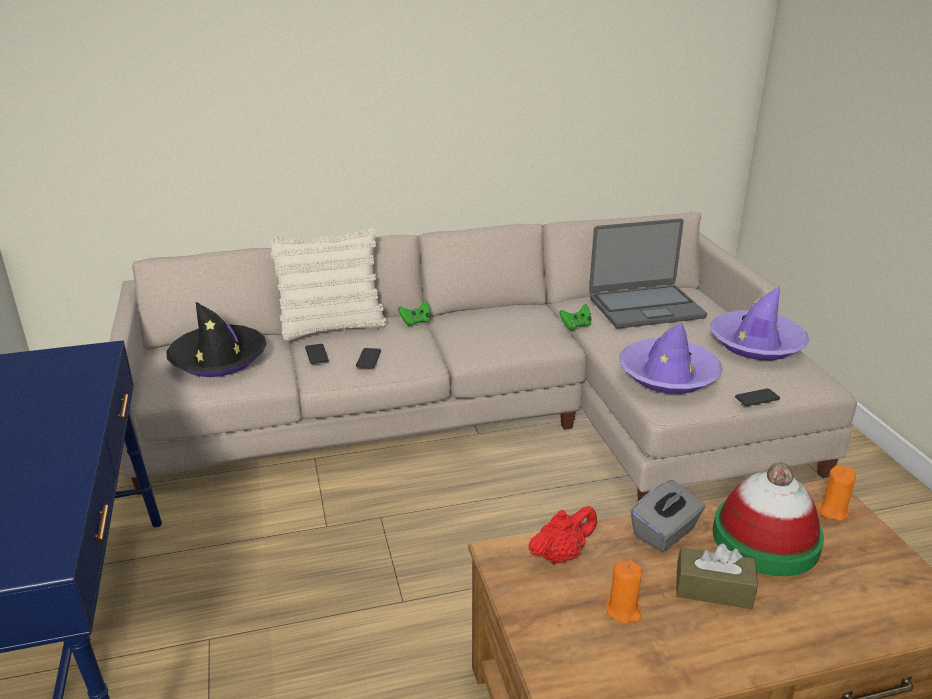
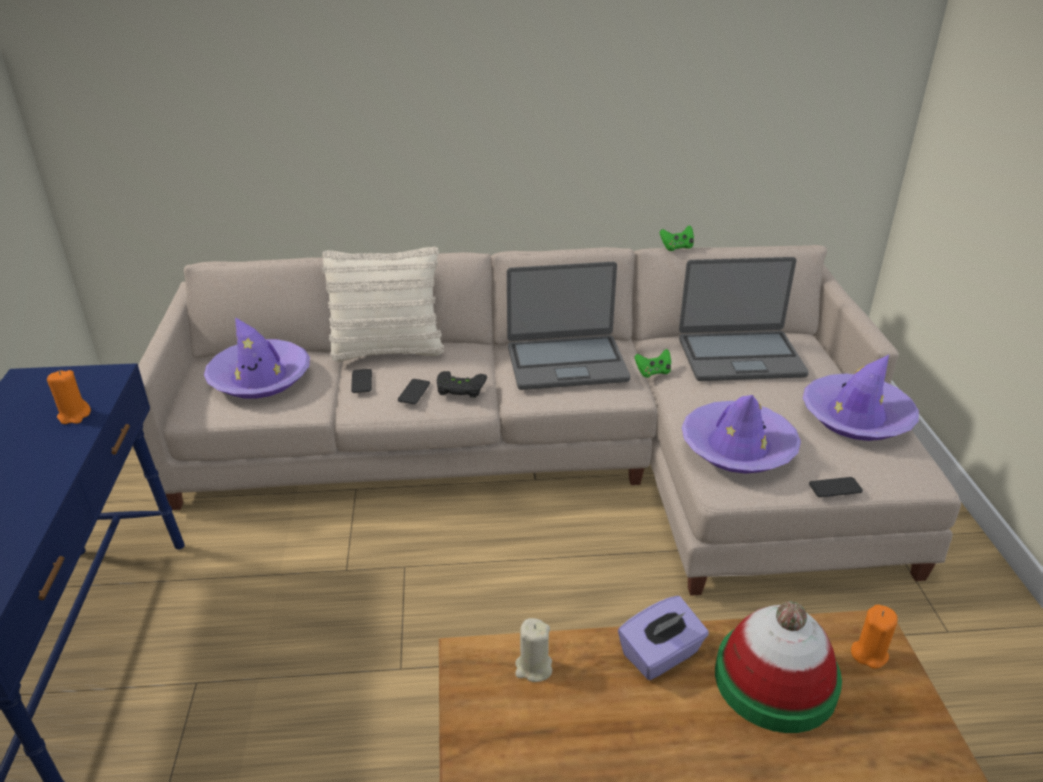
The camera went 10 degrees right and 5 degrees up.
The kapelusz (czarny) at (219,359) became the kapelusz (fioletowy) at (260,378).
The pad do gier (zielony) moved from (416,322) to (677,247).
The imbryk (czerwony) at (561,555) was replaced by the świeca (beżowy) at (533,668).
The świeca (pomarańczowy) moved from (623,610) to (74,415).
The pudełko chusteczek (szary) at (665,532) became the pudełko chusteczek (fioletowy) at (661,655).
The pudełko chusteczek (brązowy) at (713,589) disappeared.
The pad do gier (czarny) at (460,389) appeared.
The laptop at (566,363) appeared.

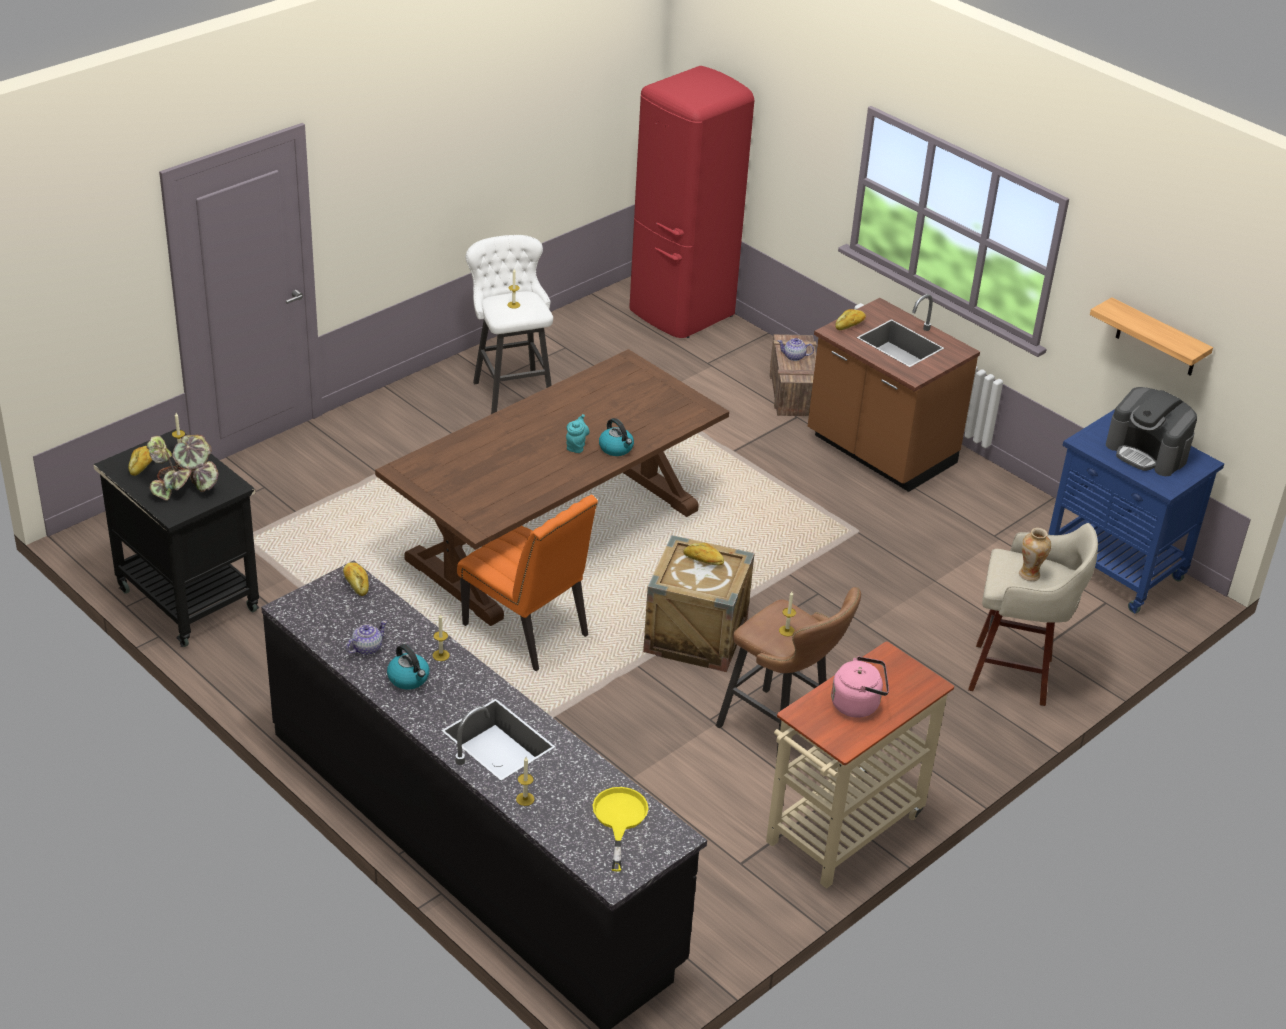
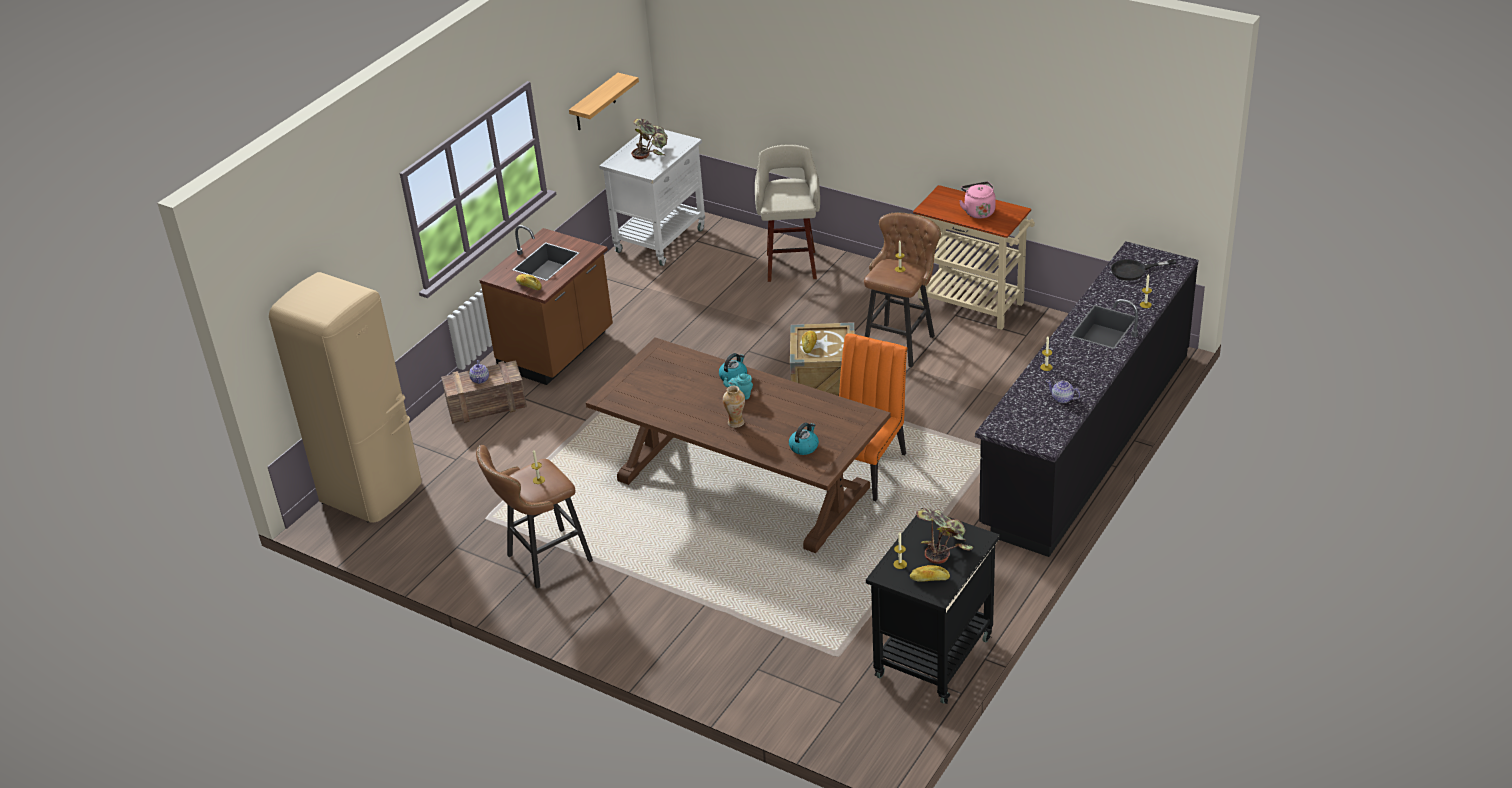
The camera went 100 degrees left and 0 degrees up.
The chleb at (356,583) disappeared.
The czajnik moved from (409,678) to (804,447).
The stołek (biały) at (510,389) became the stołek (brązowy) at (540,562).
The patelnia (żółty) at (619,819) became the patelnia (czarny) at (1134,270).
The lodówka (czerwony) at (679,313) became the lodówka (beżowy) at (375,492).
The wazon moved from (1029,574) to (735,422).
The wózek (niebieski) at (1114,572) became the wózek (biały) at (661,240).
The ekspres do kawy at (1147,452) was replaced by the roślina doniczkowa at (651,150).

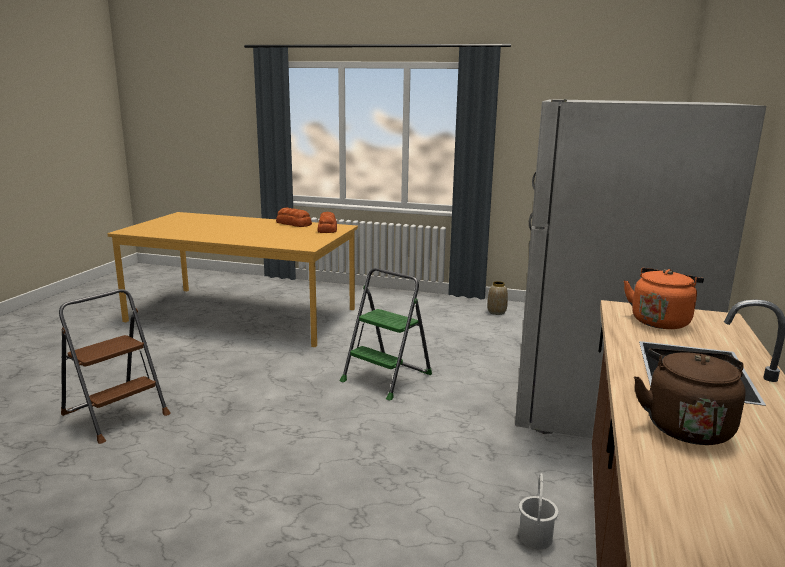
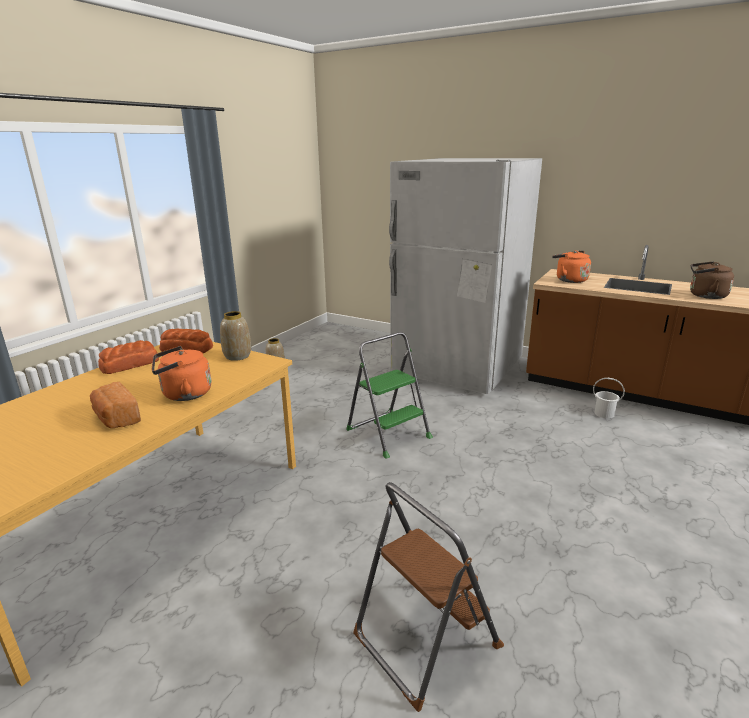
The camera went 75 degrees left and 5 degrees up.
The chleb at (116,419) appeared.
The czajnik (pomarańczowy) at (184,394) appeared.
The wazon at (237,356) appeared.

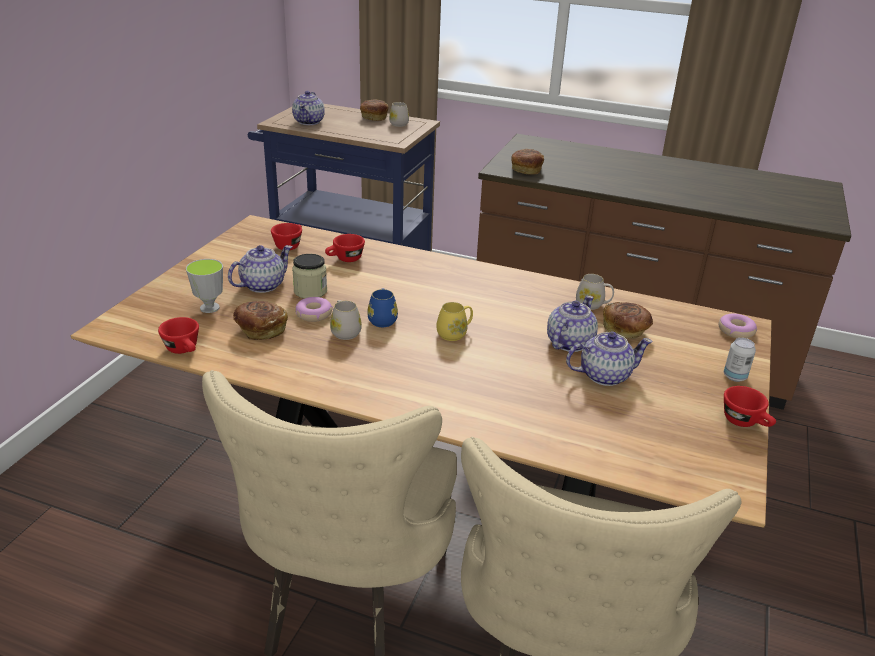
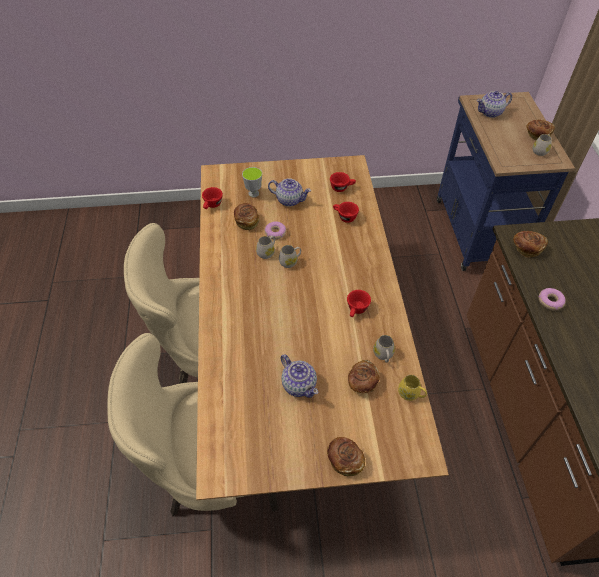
The camera went 65 degrees right and 20 degrees up.
The słoik at (310,291) disappeared.
The kubek (niebieski) at (382,319) became the kubek (biały) at (290,261).
The kubek (żółty) moved from (455,333) to (411,394).
The imbryk at (569,343) disappeared.
The donut moved from (736,331) to (550,301).
The puszka at (734,377) was replaced by the chleb at (345,460).
The filiżanka (czerwony) moved from (745,422) to (356,310).

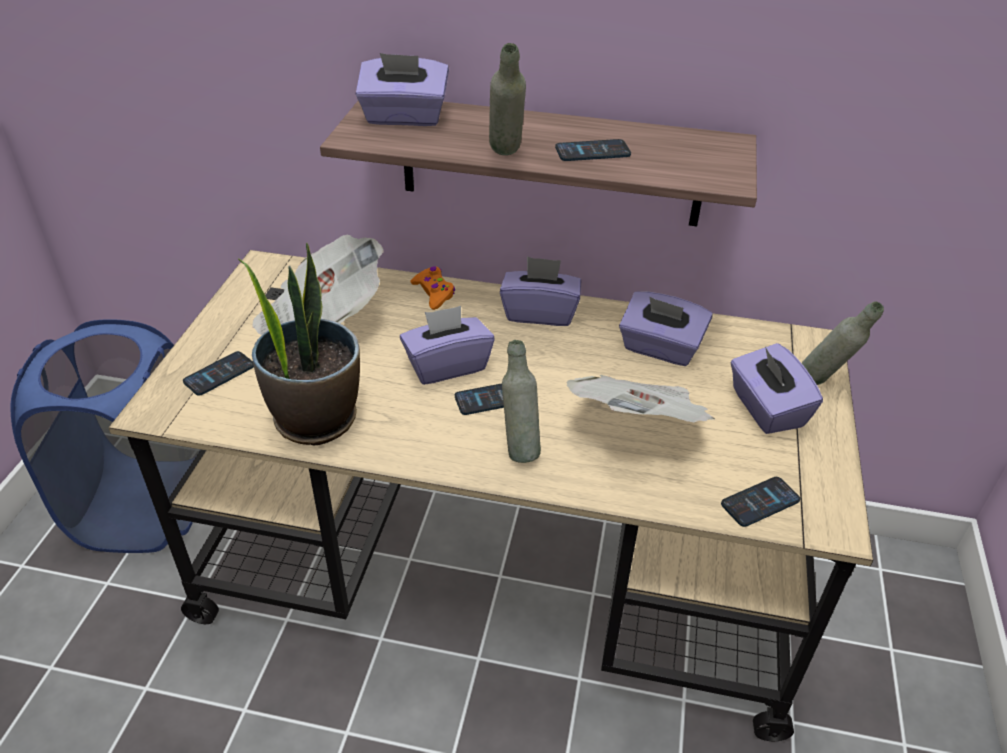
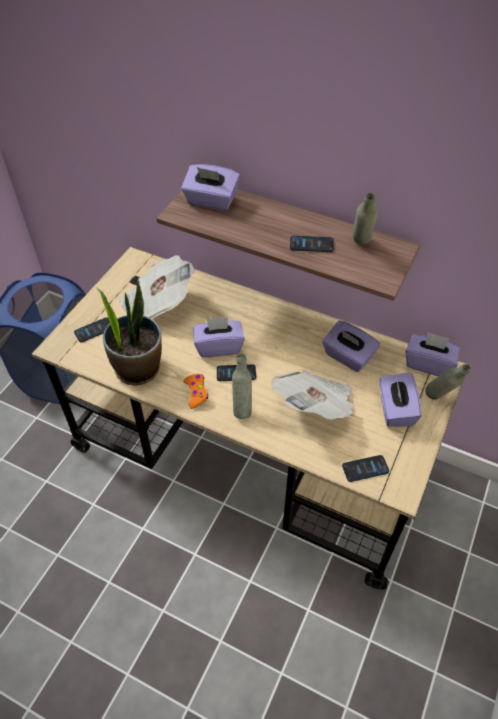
The camera went 15 degrees right and 10 degrees up.
The pad do gier (pomarańczowy) moved from (434,293) to (196,393).
The butelka (szary) moved from (506,157) to (360,246).
The pudełko chusteczek (fioletowy) moved from (540,313) to (428,363).

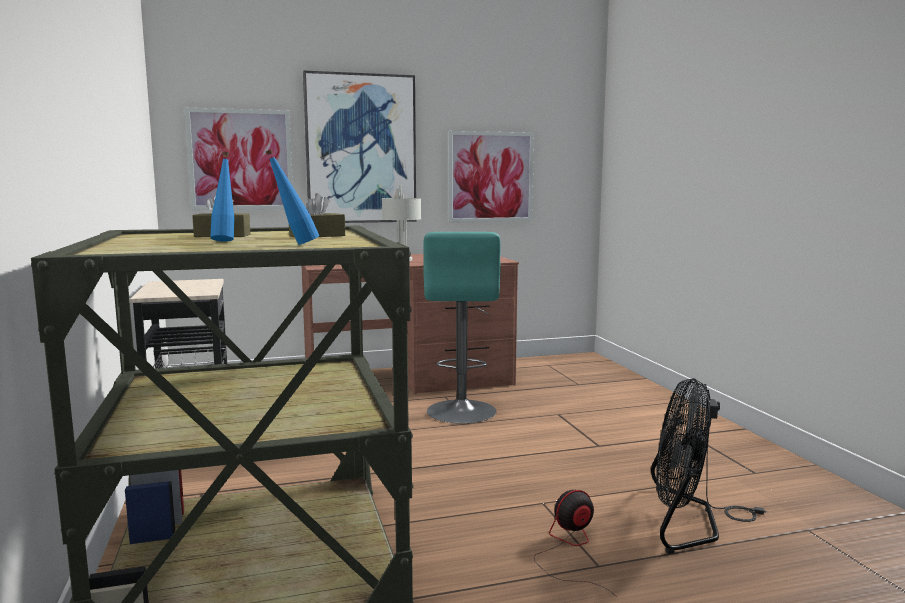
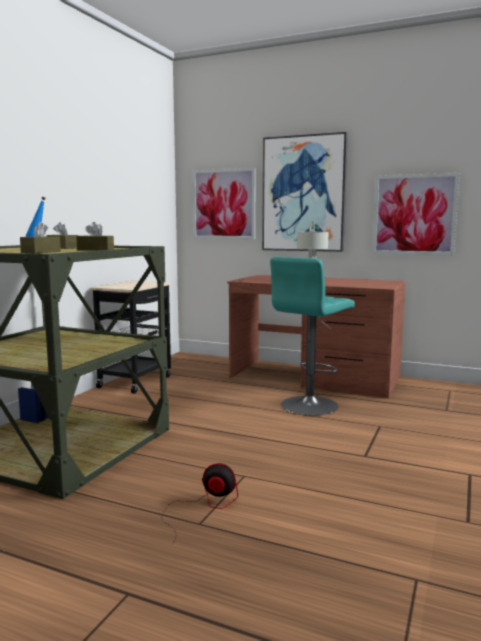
The camera went 40 degrees right and 0 degrees up.
The butelka (niebieski) at (295,244) was replaced by the pudełko chusteczek (brązowy) at (41,252).
The wentylator (czarny) at (691,519) disappeared.

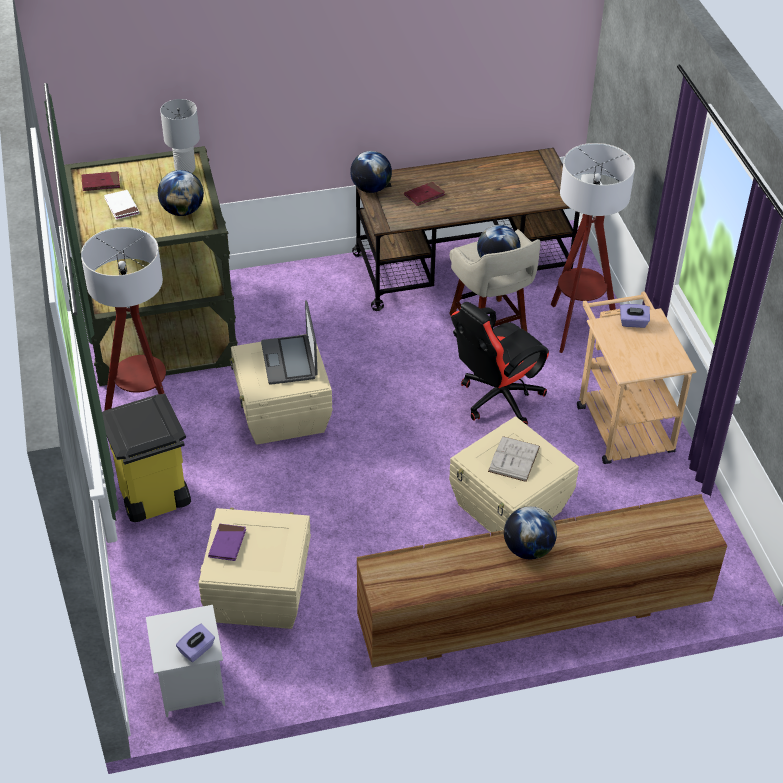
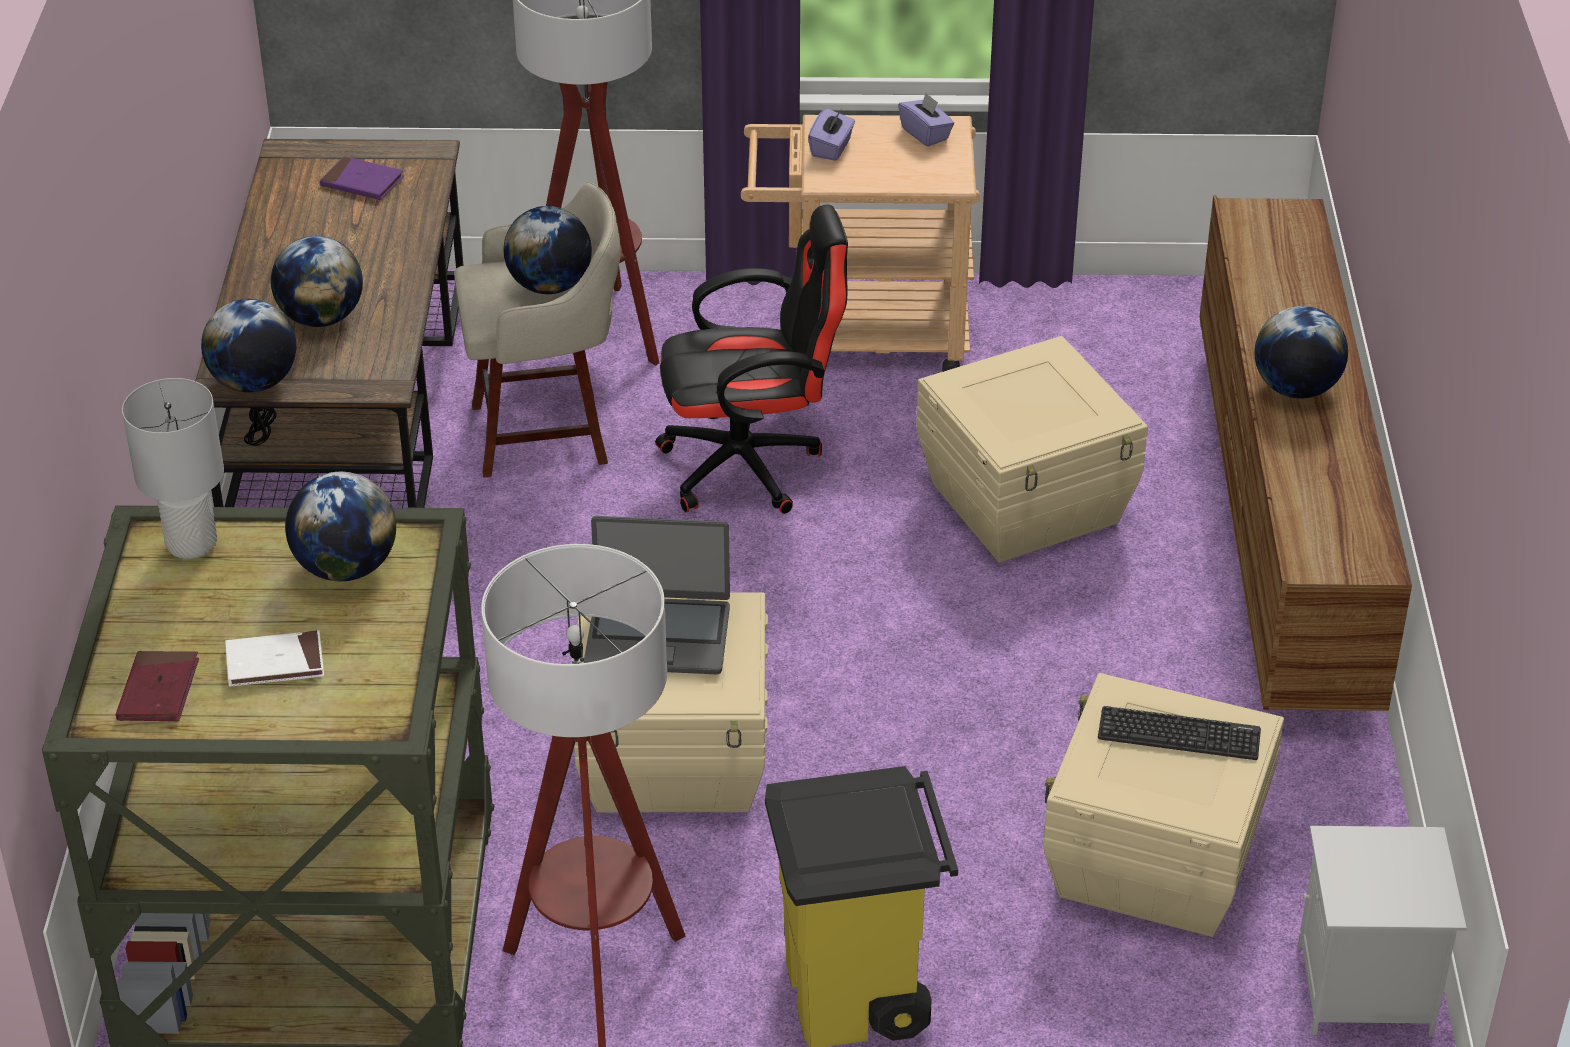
The camera went 75 degrees left and 5 degrees down.
The pudełko chusteczek (fioletowy) moved from (197,650) to (925,134).
The książka (fioletowy) moved from (227,544) to (362,182).
The książka (czerwony) at (424,195) was replaced by the globus at (321,318).
The krzesło biurowe (czarny) at (495,402) turned 75 degrees counterclockwise.
The książka (biały) at (514,459) disappeared.
The klawiatura at (1179,734) appeared.

